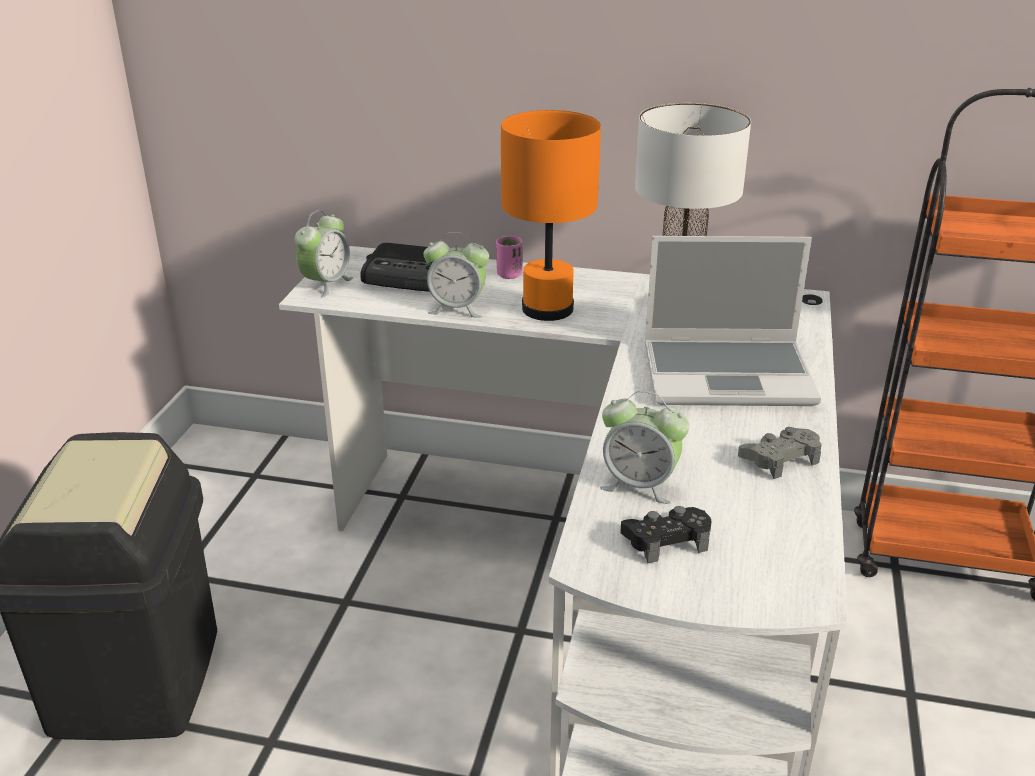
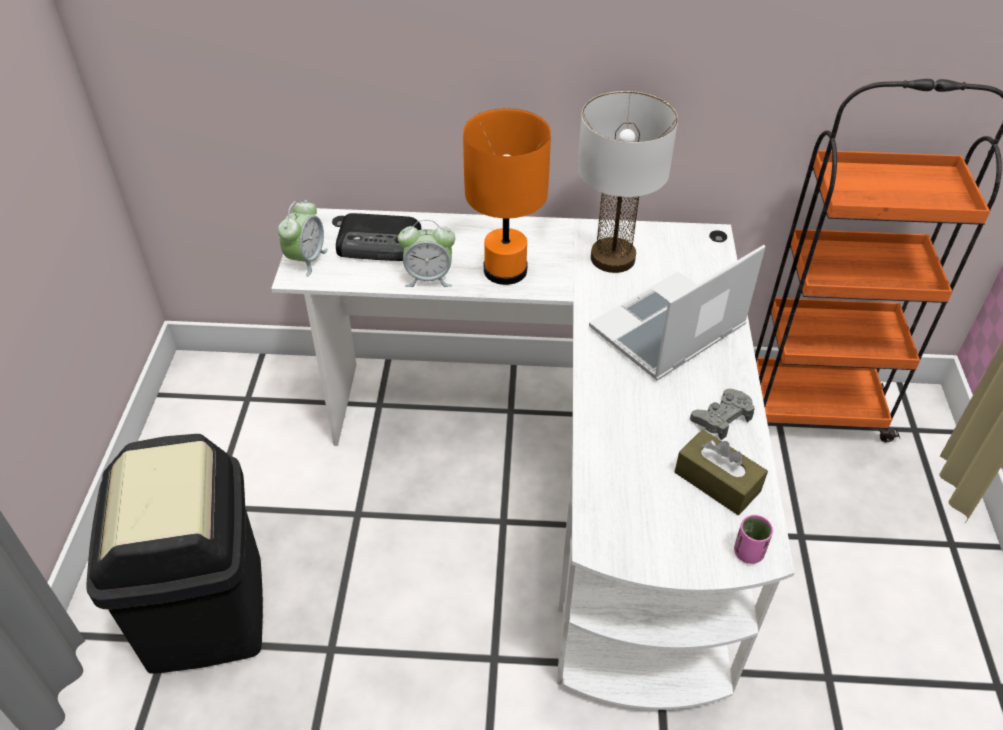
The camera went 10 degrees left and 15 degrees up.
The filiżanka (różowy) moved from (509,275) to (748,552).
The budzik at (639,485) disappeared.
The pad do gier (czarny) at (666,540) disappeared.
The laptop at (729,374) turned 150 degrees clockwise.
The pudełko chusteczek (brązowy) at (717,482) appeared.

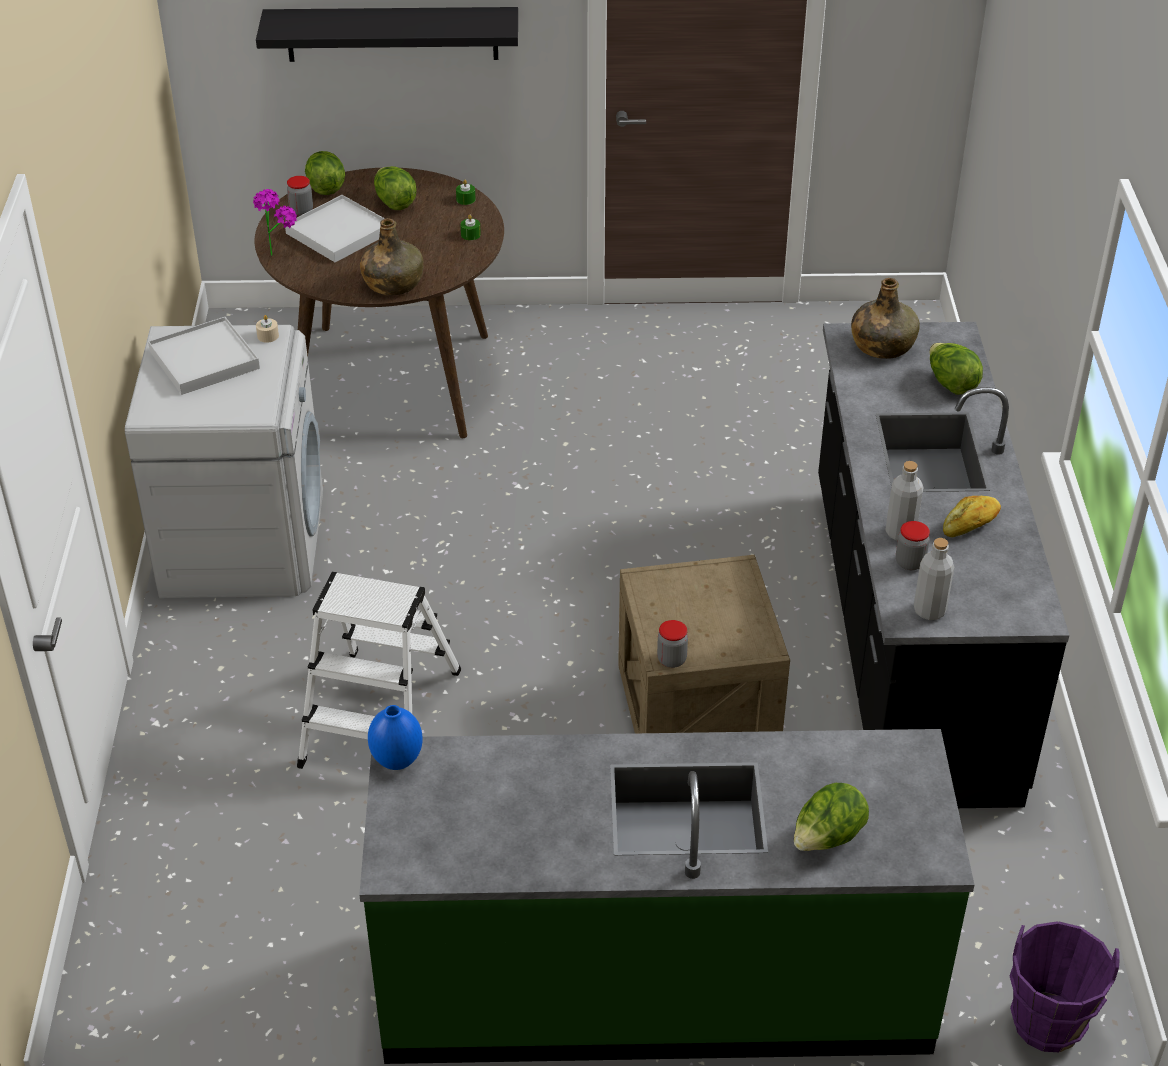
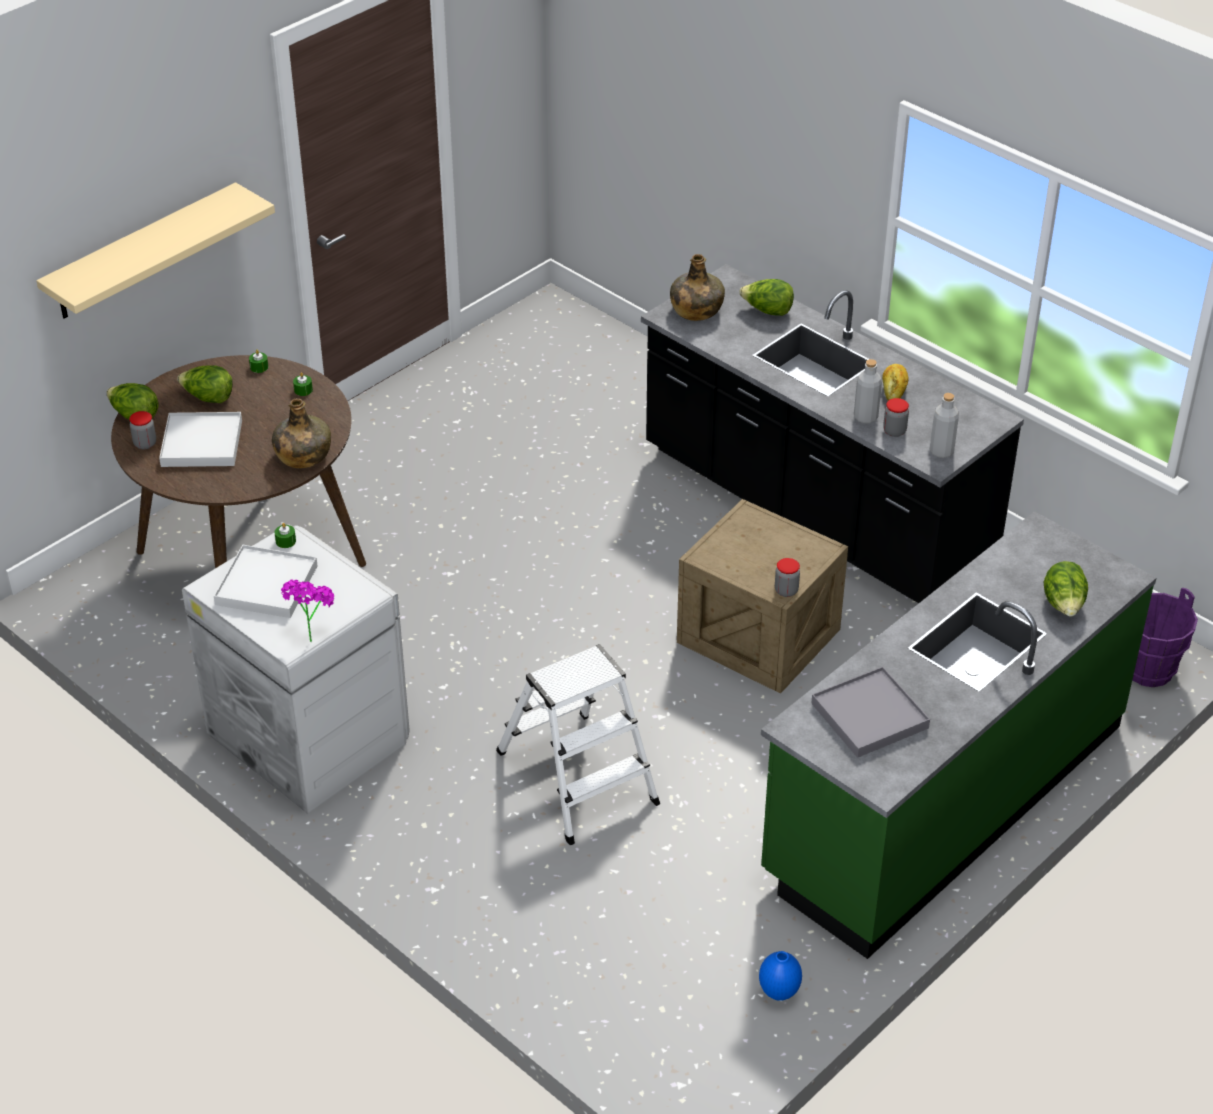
The camera went 45 degrees left and 0 degrees up.
The roślina doniczkowa moved from (278,251) to (310,635).
The półka (czarny) at (392,34) became the półka (beżowy) at (142,252).
The świeca (beżowy) at (268,336) became the świeca (zielony) at (285,541).
The wazon (niebieski) moved from (396,761) to (778,993).
The taca (szary) at (869,715) appeared.

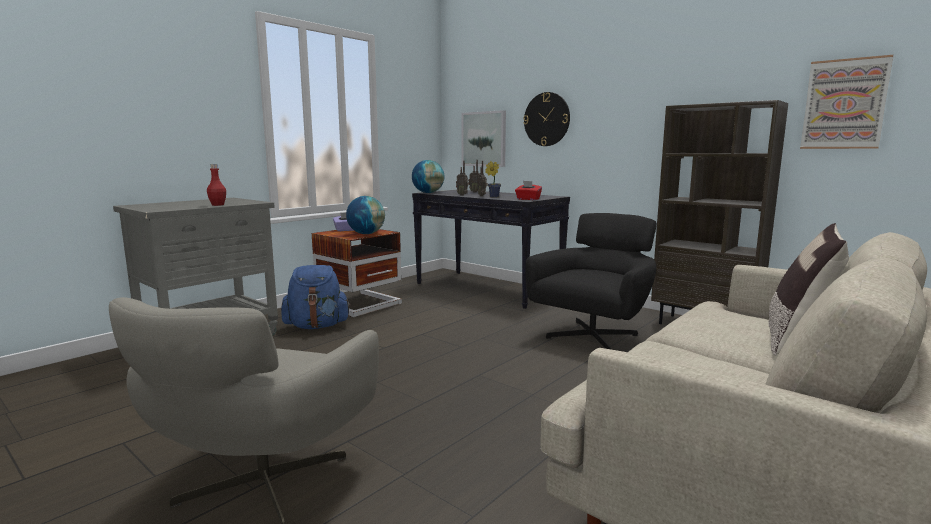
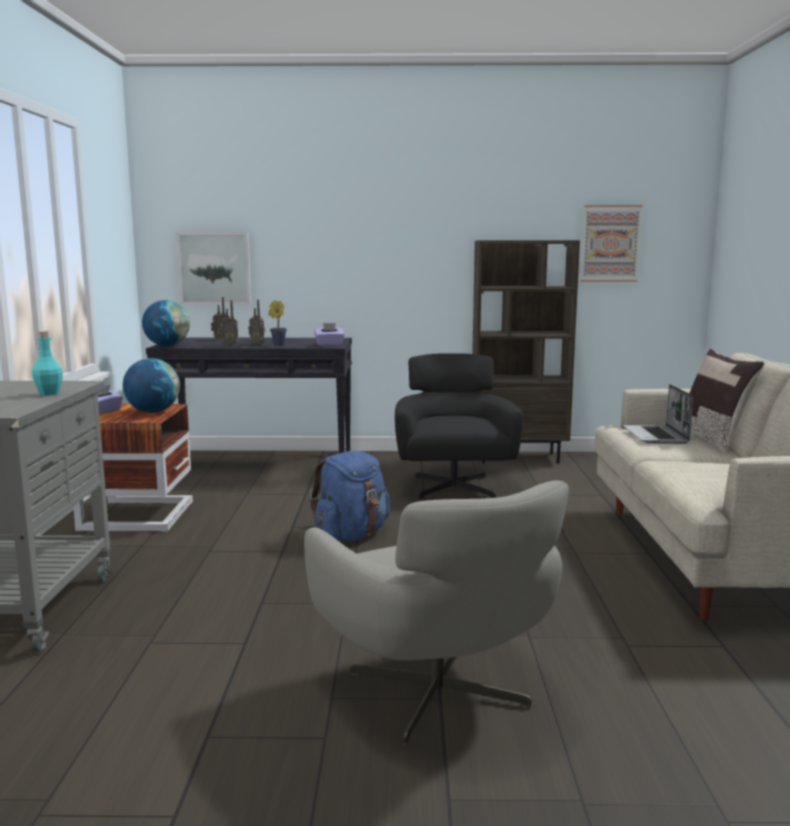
The camera went 40 degrees left and 0 degrees up.
The butelka (czerwony) at (217,205) became the butelka (turkusowy) at (49,393).
The plecak (niebieski) moved from (317,326) to (351,535).
The pudełko chusteczek (czerwony) at (528,199) became the pudełko chusteczek (fioletowy) at (329,345).
The zegar ścienny at (547,119) disappeared.
The laptop at (656,436) appeared.

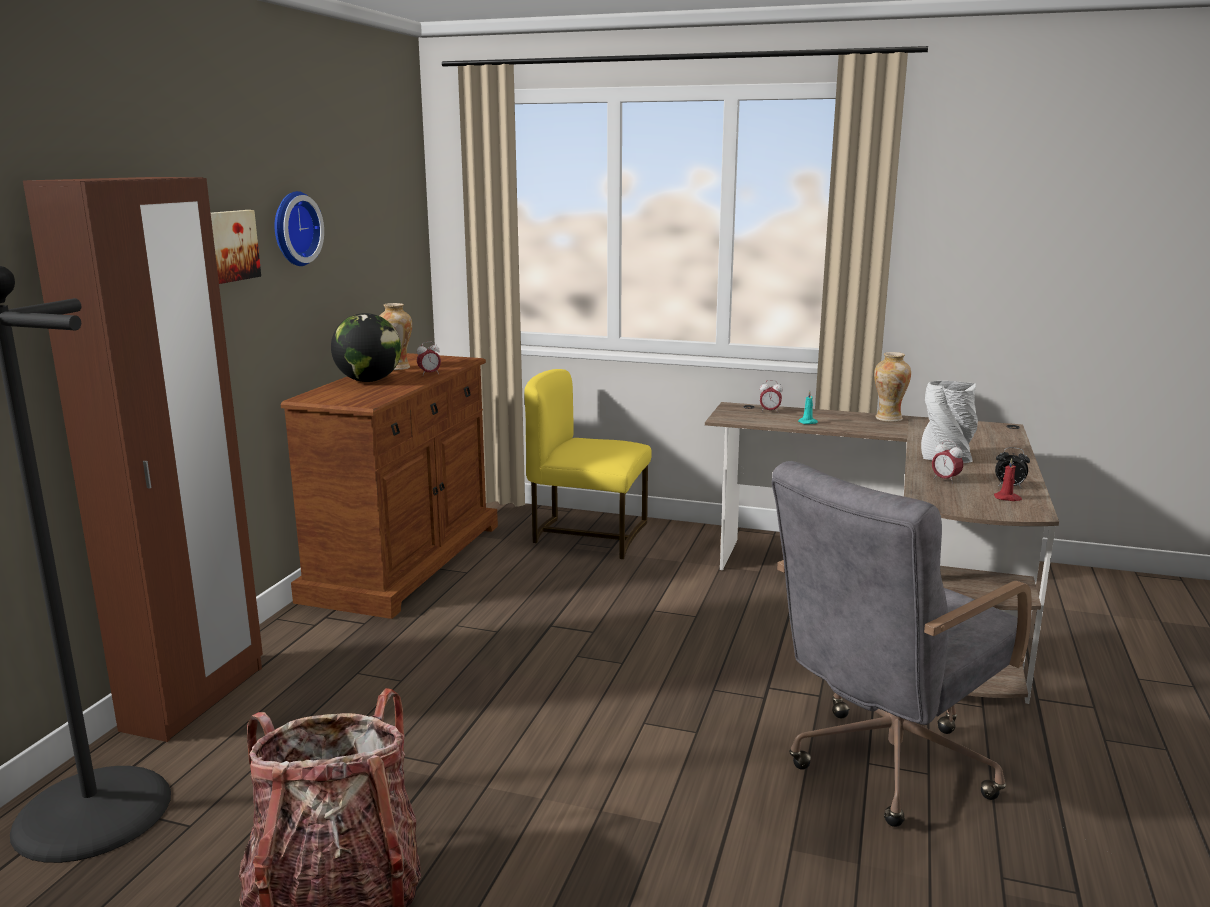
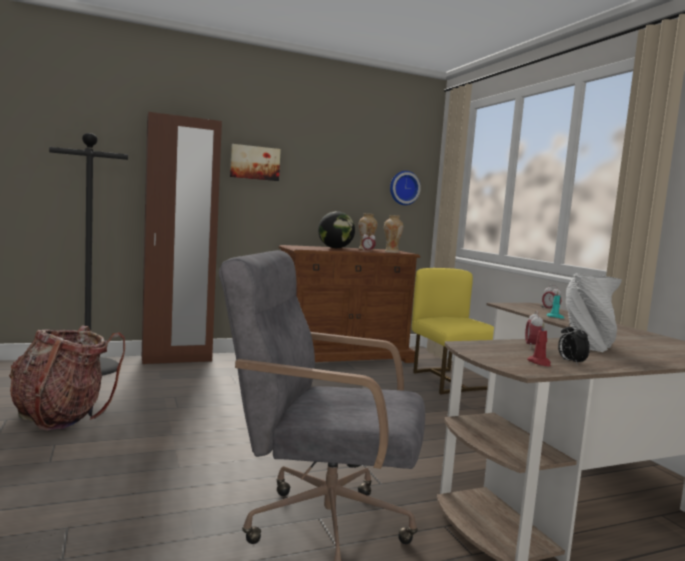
The camera went 50 degrees right and 10 degrees down.
The zegar ścienny moved from (293,228) to (403,188).
The wazon moved from (888,418) to (391,252).

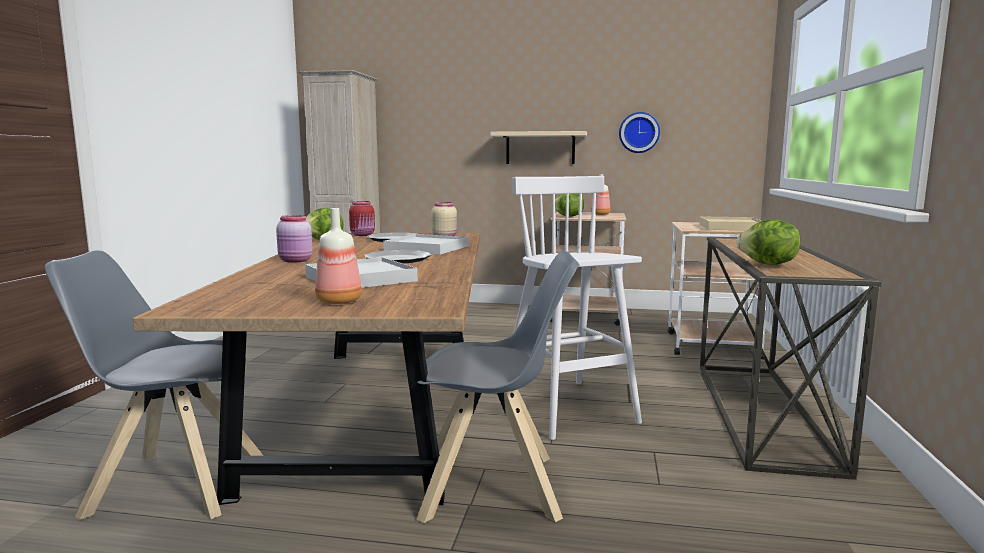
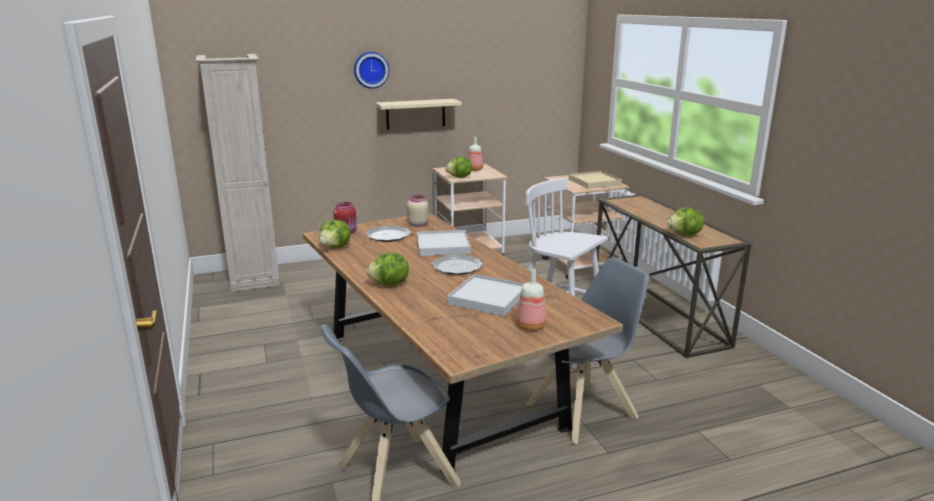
The camera went 30 degrees left and 10 degrees up.
The słoik (różowy) at (296,261) was replaced by the sałata at (389,284).
The zegar ścienny moved from (639,132) to (370,69).

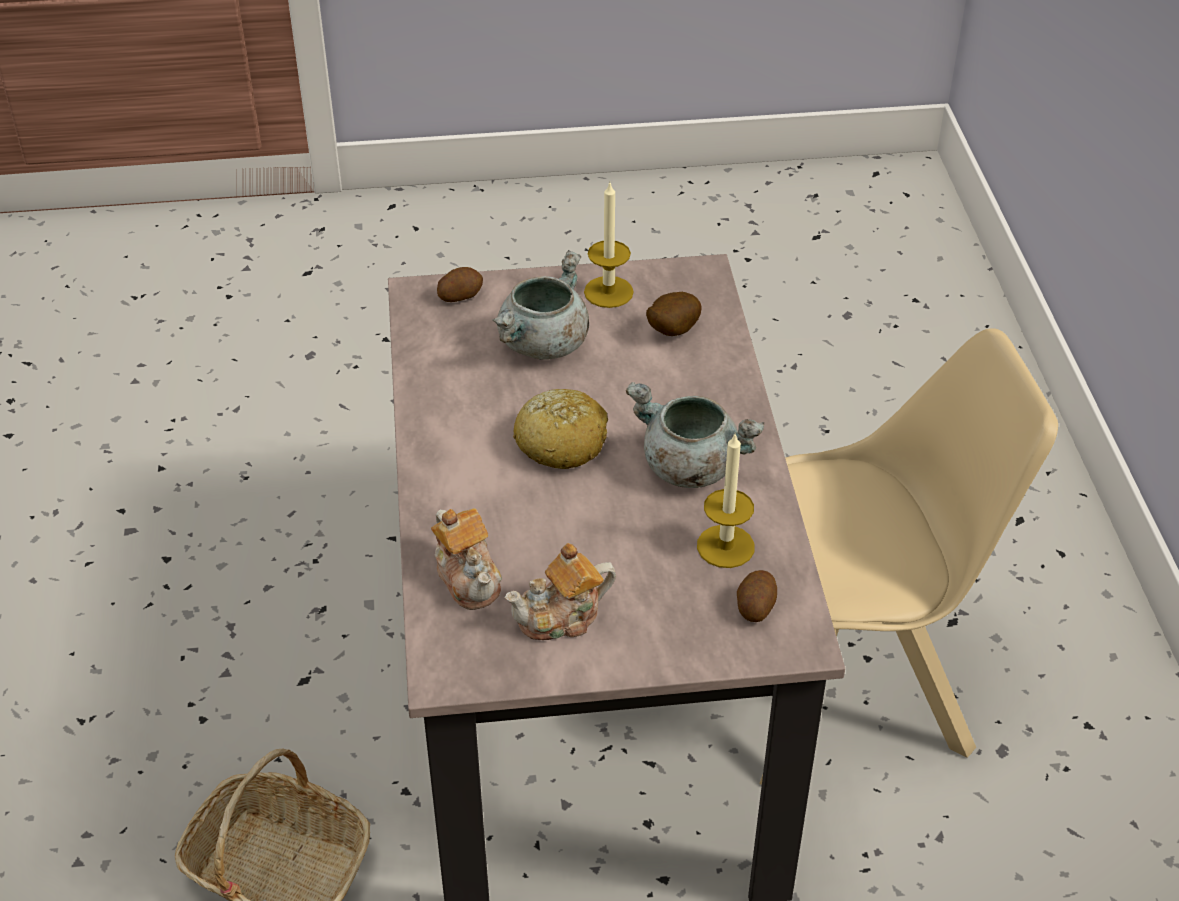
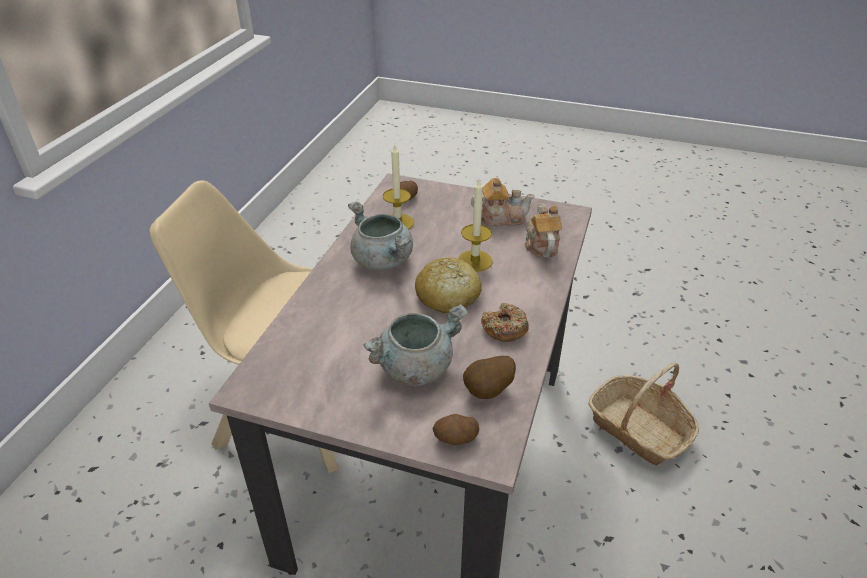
The camera went 155 degrees left and 5 degrees down.
The świeca moved from (608,292) to (475,261).
The ziemniak moved from (671,331) to (489,392).
The donut at (504,329) appeared.

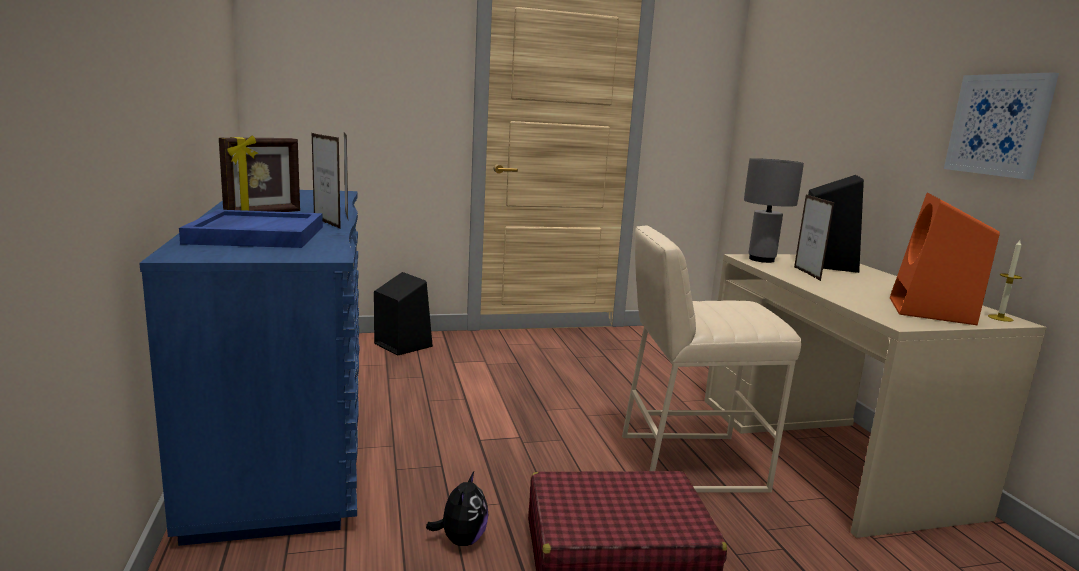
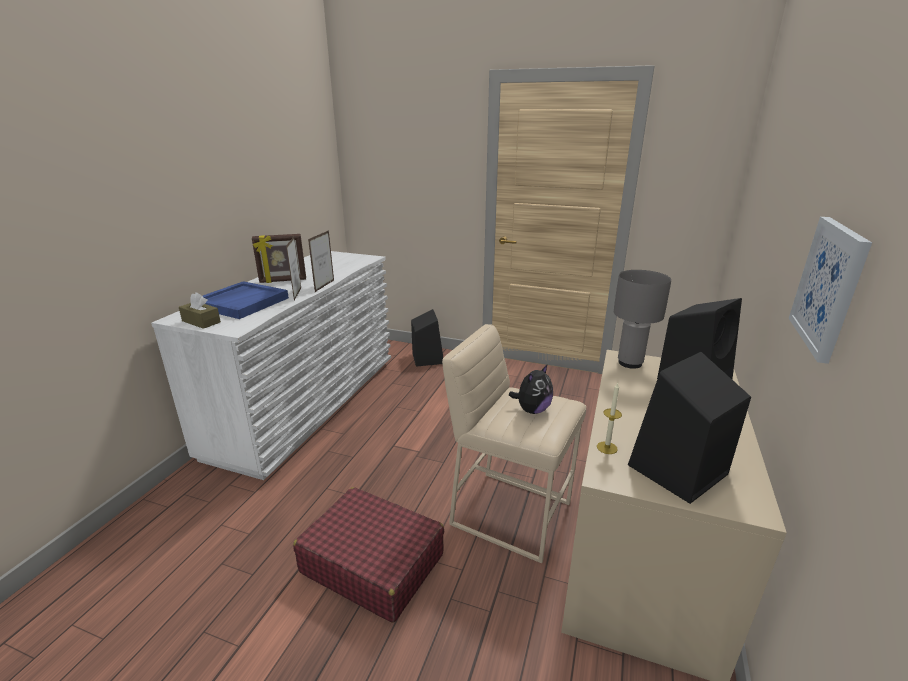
The camera went 35 degrees right and 10 degrees up.
The komoda (niebieski) at (289,428) became the komoda (biały) at (307,405).
The pluszak moved from (461,540) to (532,410).
The ramka na zdjęcie at (807,274) disappeared.
The głośnik (pomarańczowy) at (932,311) became the głośnik (czarny) at (676,471).
The świeca moved from (1000,318) to (607,448).
The pudełko chusteczek (brązowy) at (201,321) appeared.

